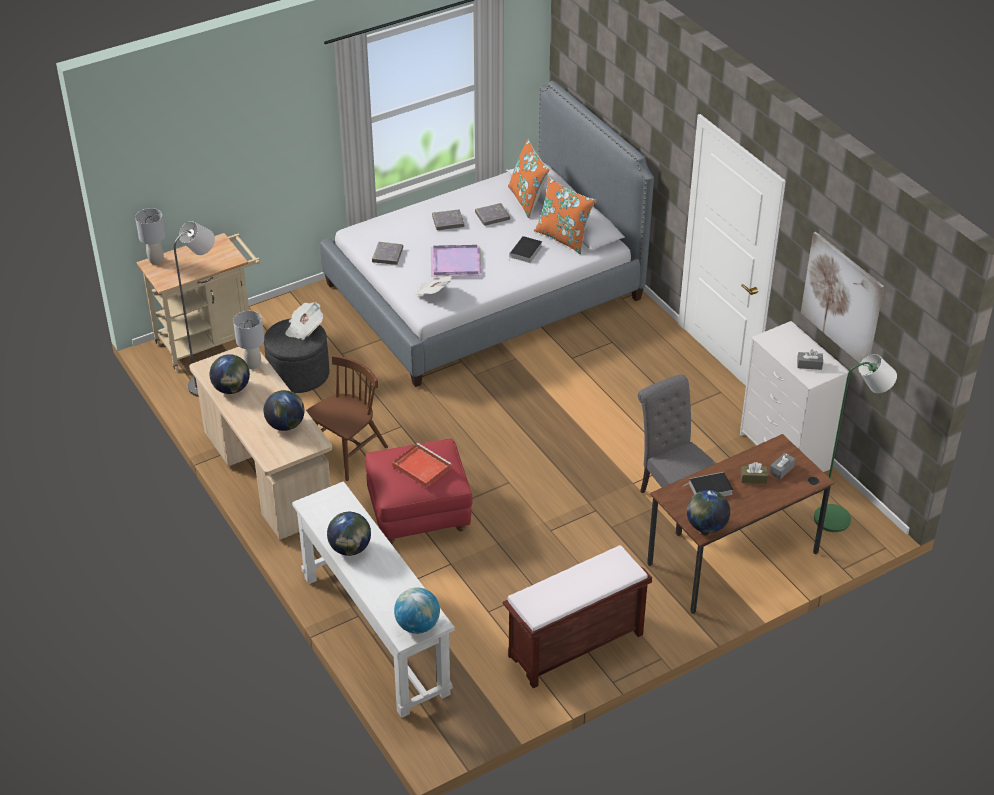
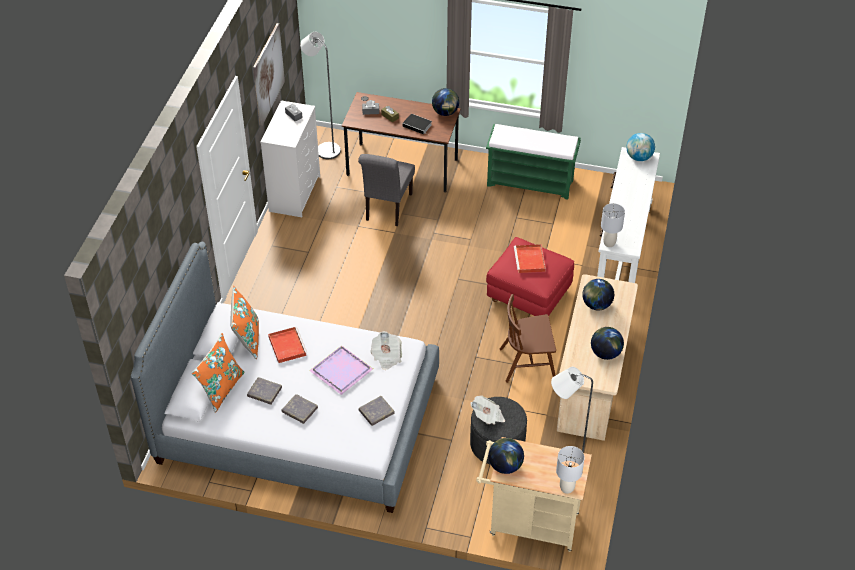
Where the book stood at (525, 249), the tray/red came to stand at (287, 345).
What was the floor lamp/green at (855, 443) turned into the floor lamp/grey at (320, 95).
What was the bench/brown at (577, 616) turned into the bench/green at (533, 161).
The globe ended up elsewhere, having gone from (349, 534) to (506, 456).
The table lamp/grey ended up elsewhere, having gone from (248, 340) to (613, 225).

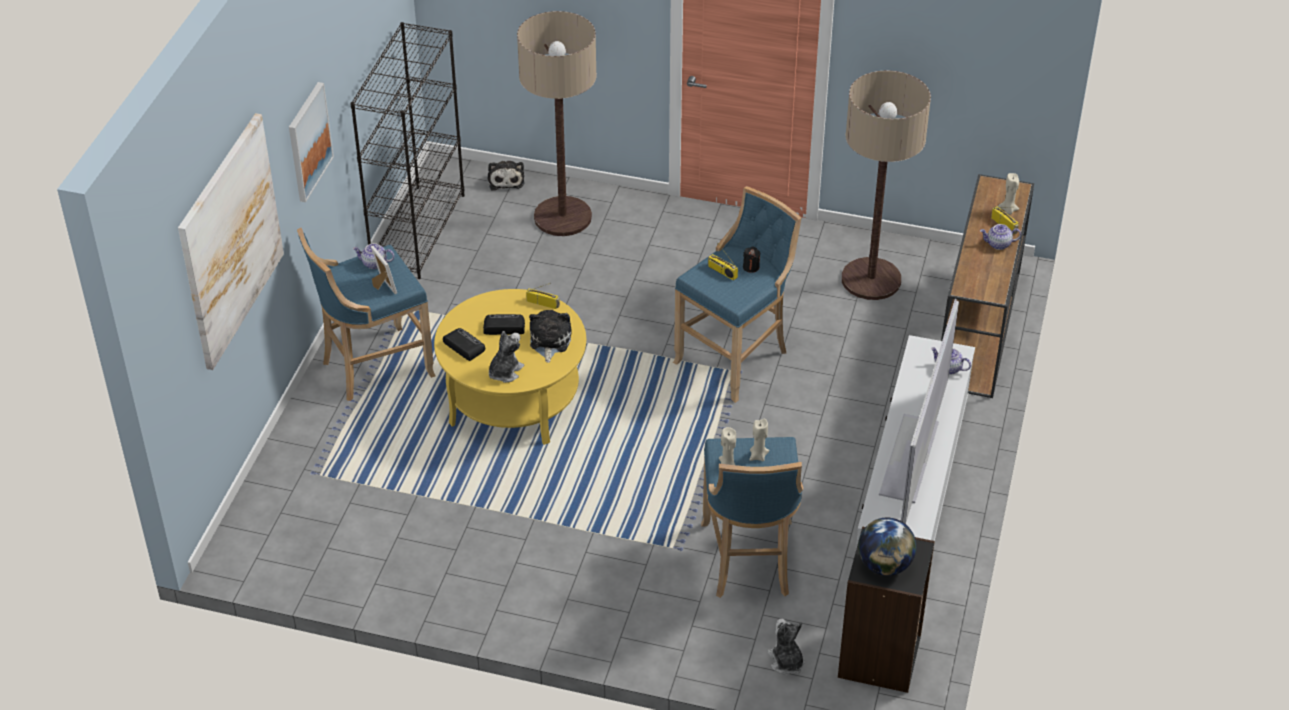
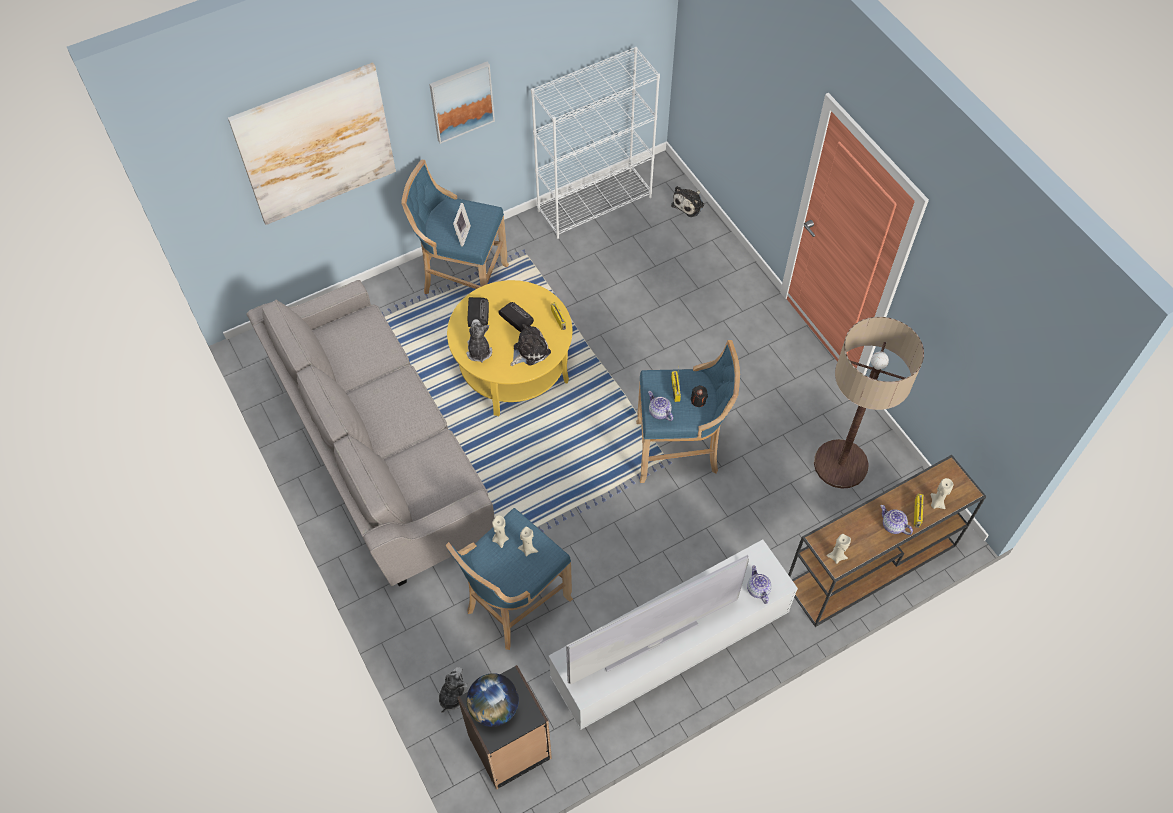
The second view gained the sofa/grey at (370, 433).
The plush toy at (506, 357) ended up facing another way, 90 degrees counterclockwise from before.
What was the bookcase/black at (407, 150) turned into the bookcase/white at (595, 143).
The teapot ended up elsewhere, having gone from (373, 256) to (660, 406).
The second view gained the candle/beige at (839, 549).
The second view lost the floor lamp at (557, 123).

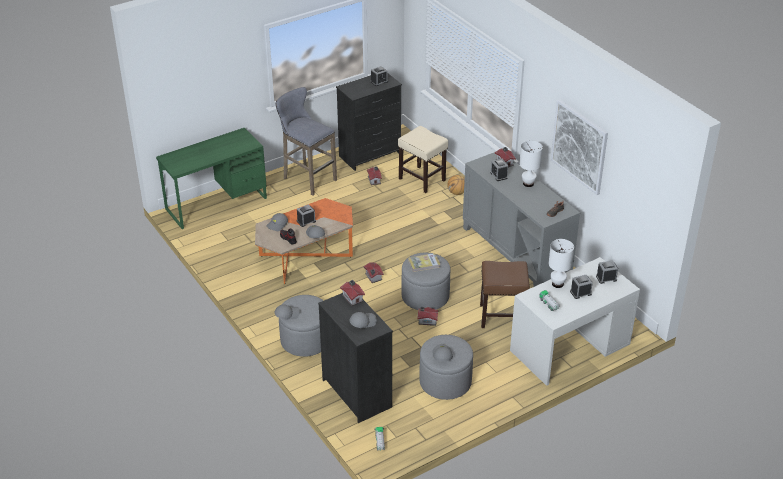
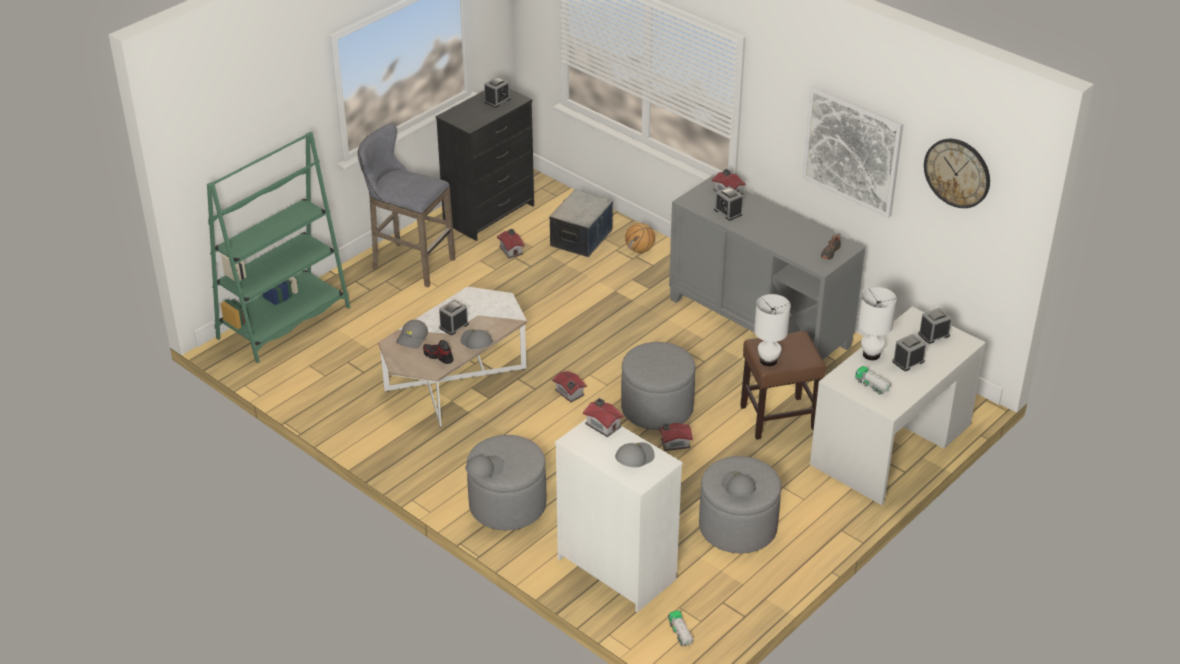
Where the desk/green stood at (211, 178), the bookcase/green came to stand at (278, 247).
What was the coffee table/orange at (304, 241) turned into the coffee table/white at (452, 356).
Where the stool/beige stood at (423, 159), the storage box came to stand at (581, 223).
What was the dresser/black at (355, 358) turned into the dresser/white at (619, 515).
The table lamp/white ended up elsewhere, having gone from (531, 164) to (772, 330).
The second view gained the wall clock at (957, 173).
The second view lost the book at (424, 262).

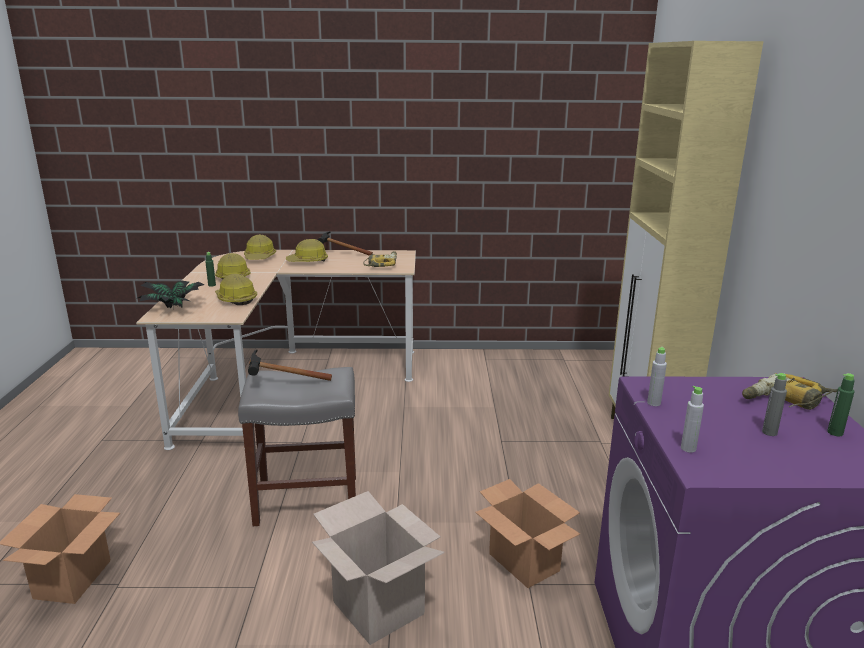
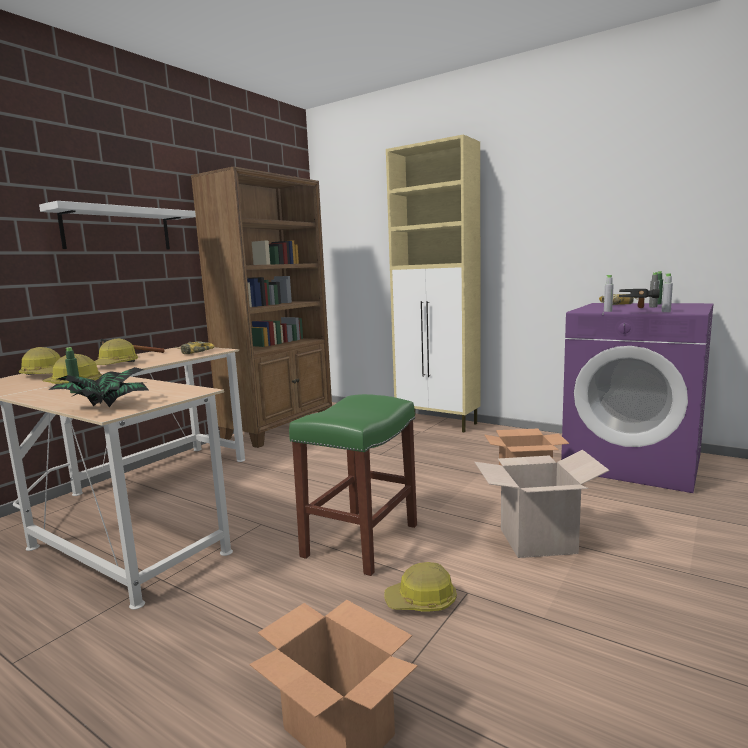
The second view gained the shelf/white at (117, 225).
The second view gained the bookcase/brown at (261, 307).
What was the stool/grey at (297, 446) turned into the stool/green at (353, 485).
The hard hat ended up elsewhere, having gone from (236, 289) to (420, 586).
The hammer ended up elsewhere, having gone from (290, 365) to (639, 298).

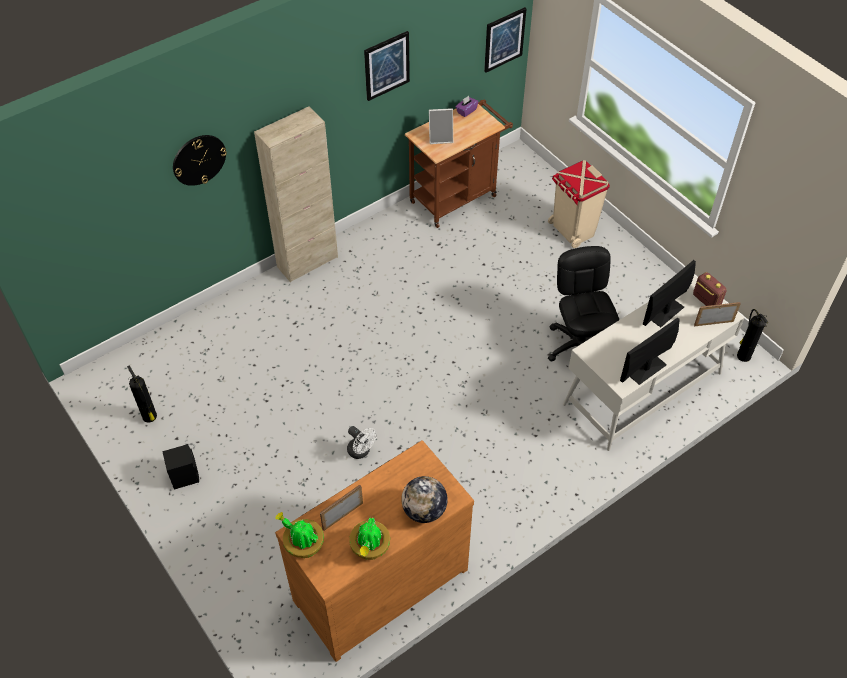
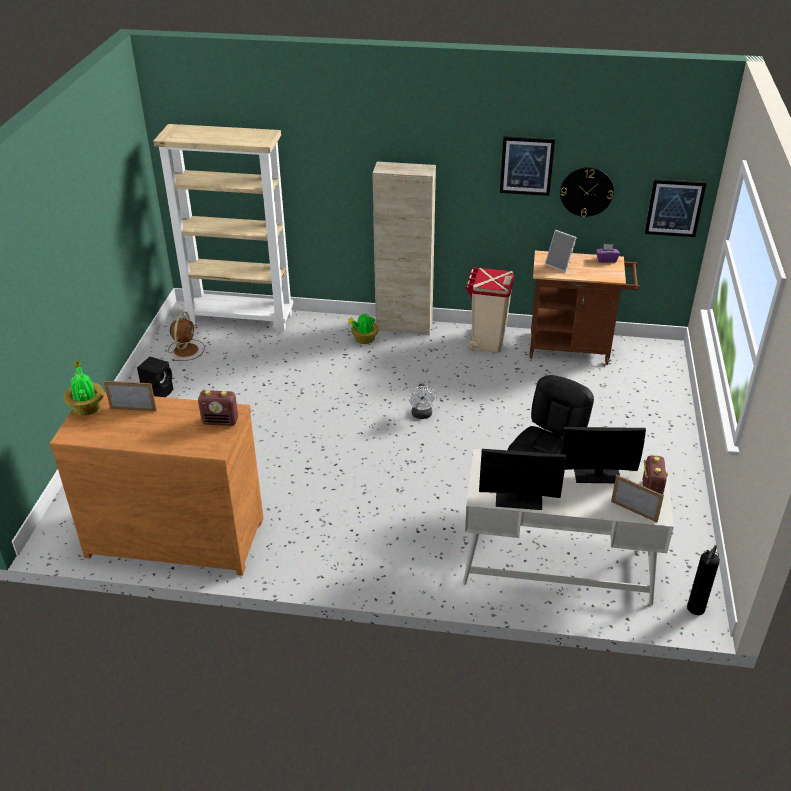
The second view gained the bookcase/beige at (223, 228).
Where the fire extinguisher stood at (142, 394), the fan/brown came to stand at (186, 336).
The second view gained the radio at (218, 408).
The potted plant ended up elsewhere, having gone from (369, 538) to (363, 329).
The fan/white ended up elsewhere, having gone from (362, 442) to (423, 401).
The trash can/beige ended up elsewhere, having gone from (579, 204) to (490, 310).
The wall clock ended up elsewhere, having gone from (200, 160) to (587, 192).
The second view lost the globe at (424, 499).

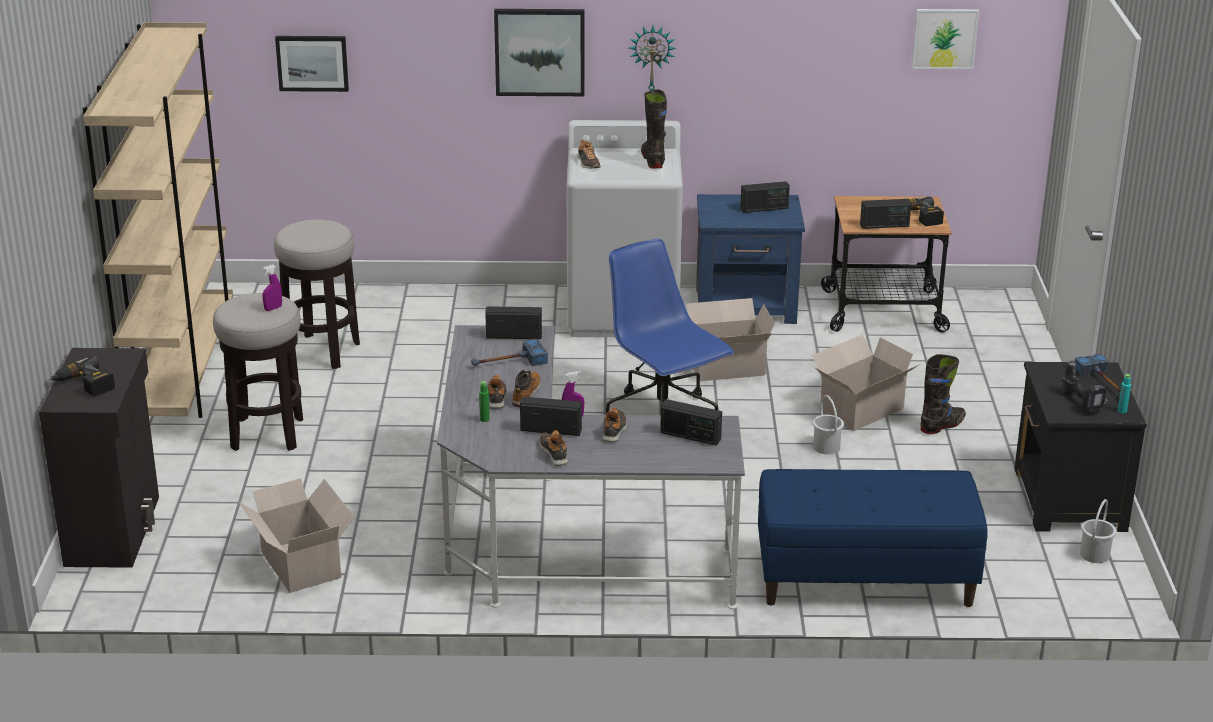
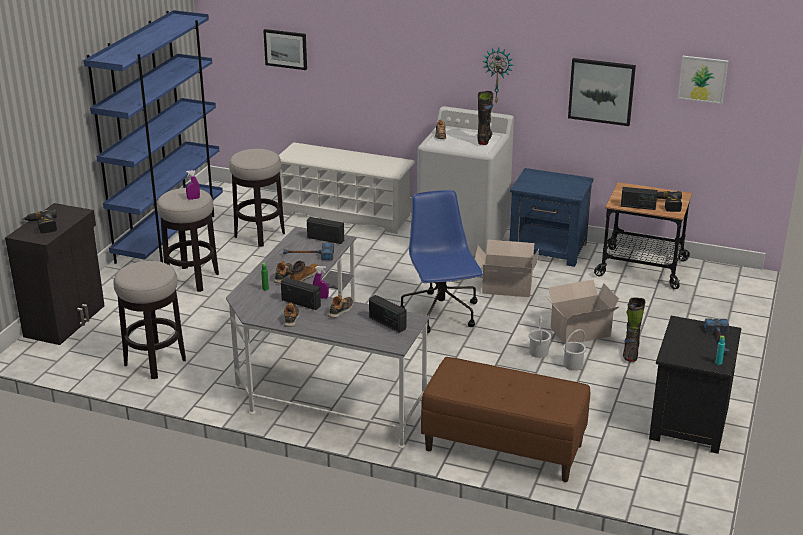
What was the bookcase/beige at (158, 220) turned into the bookcase/blue at (153, 137).
Where the cardboard box stood at (297, 535), the stool came to stand at (149, 320).
The second view gained the shoe rack/white at (347, 188).
What was the bench/blue at (873, 538) turned into the bench/brown at (505, 419).
The bucket/white ended up elsewhere, having gone from (1098, 531) to (574, 350).
The picture ended up elsewhere, having gone from (539, 52) to (602, 92).
The boot/black at (943, 394) ended up facing another way, 120 degrees clockwise from before.
The second view lost the radio at (765, 197).
The second view lost the power drill at (1084, 386).

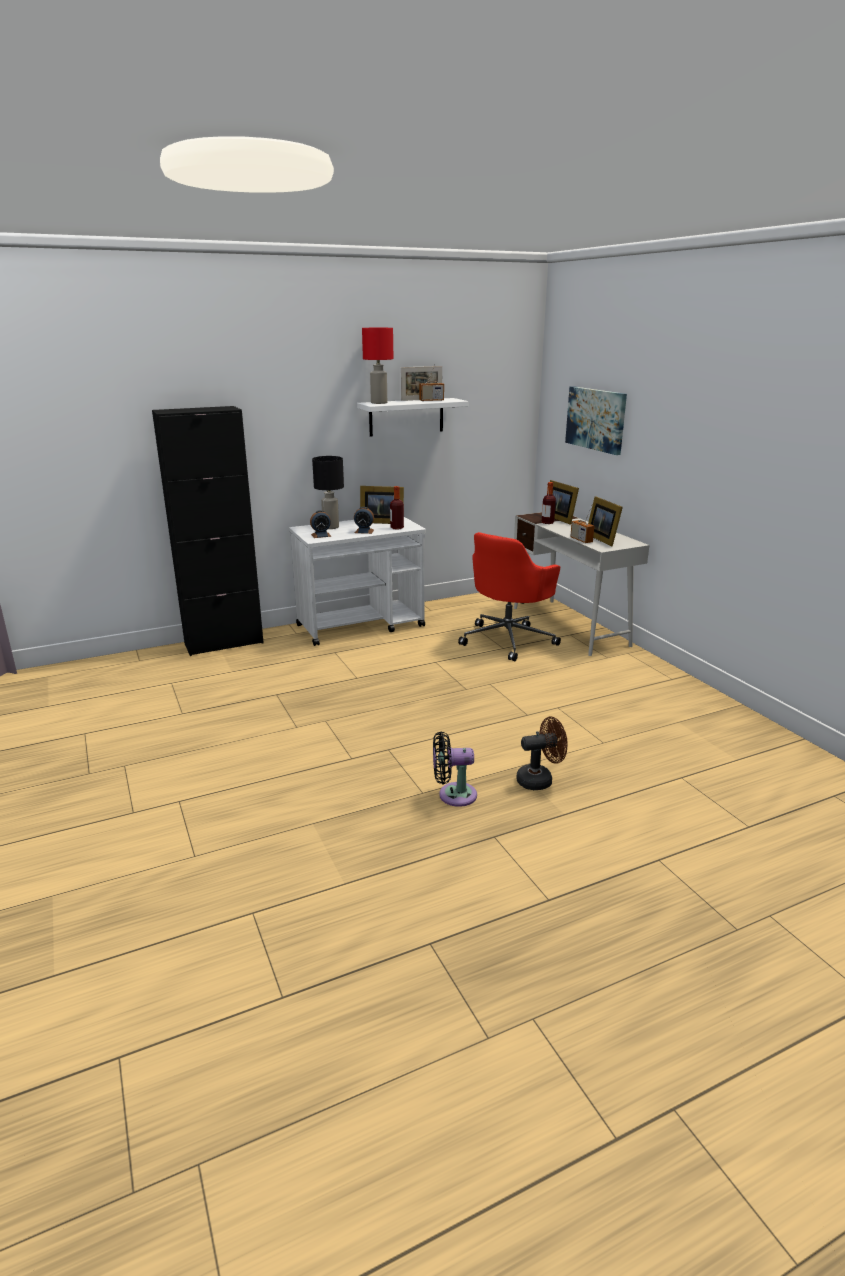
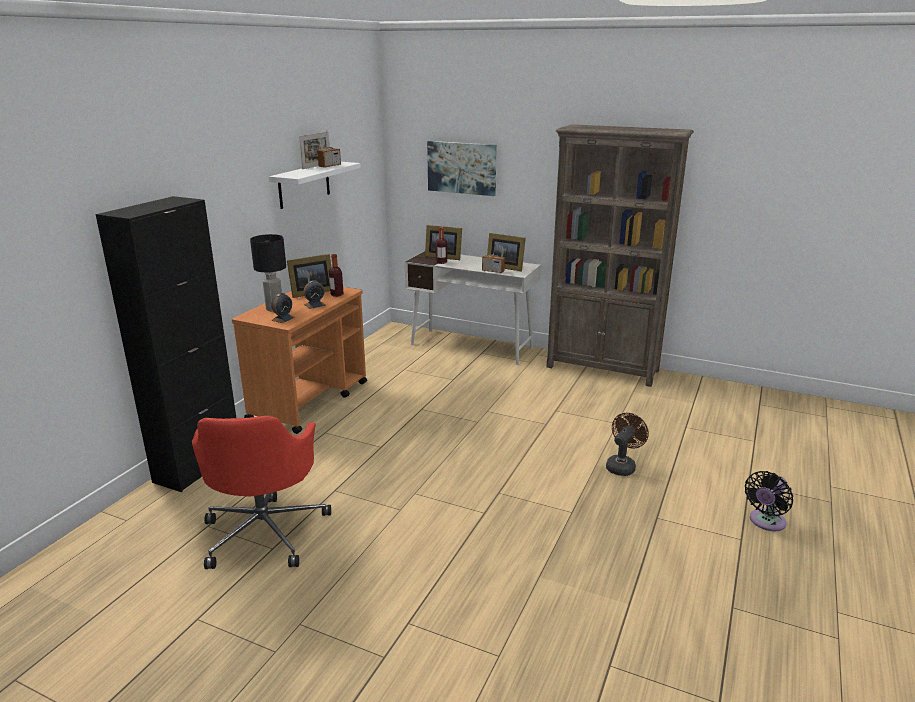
The office chair/red ended up elsewhere, having gone from (509, 596) to (261, 492).
What was the cart/white at (357, 581) turned into the cart/orange at (299, 360).
The second view gained the bookcase/brown at (620, 255).
The fan/black ended up elsewhere, having gone from (455, 769) to (769, 501).
The second view lost the table lamp/red at (377, 366).

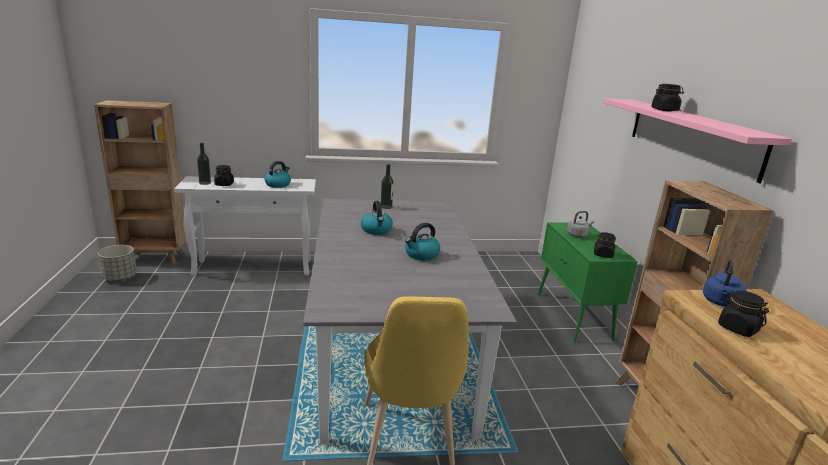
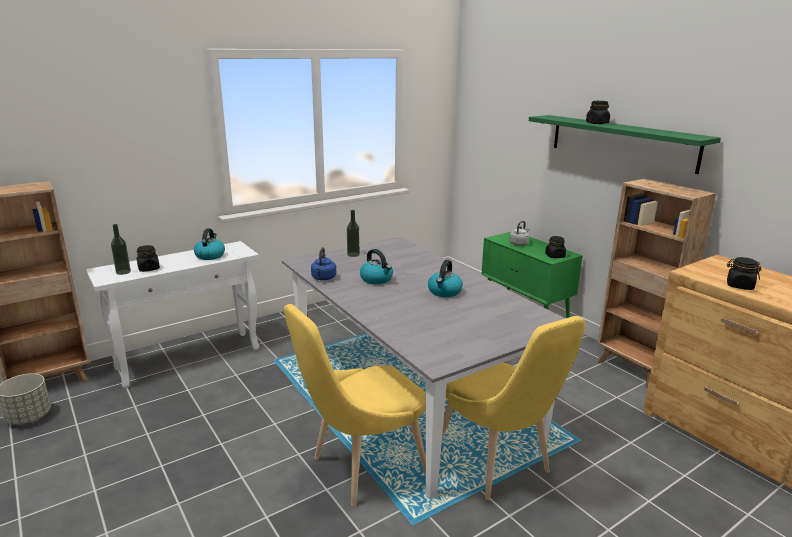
The second view gained the chair/yellow at (355, 405).
The kettle/blue ended up elsewhere, having gone from (724, 283) to (323, 263).
What was the shelf/pink at (697, 140) turned into the shelf/green at (625, 144).

